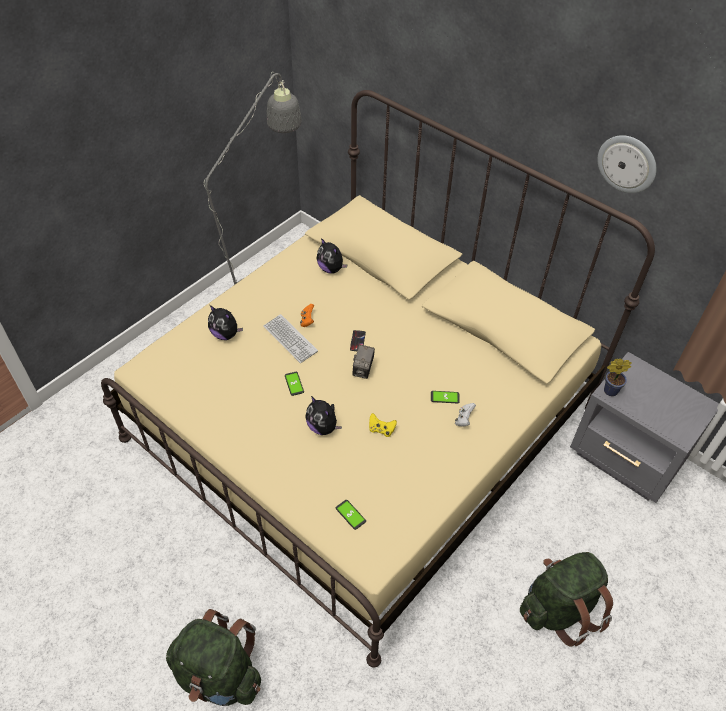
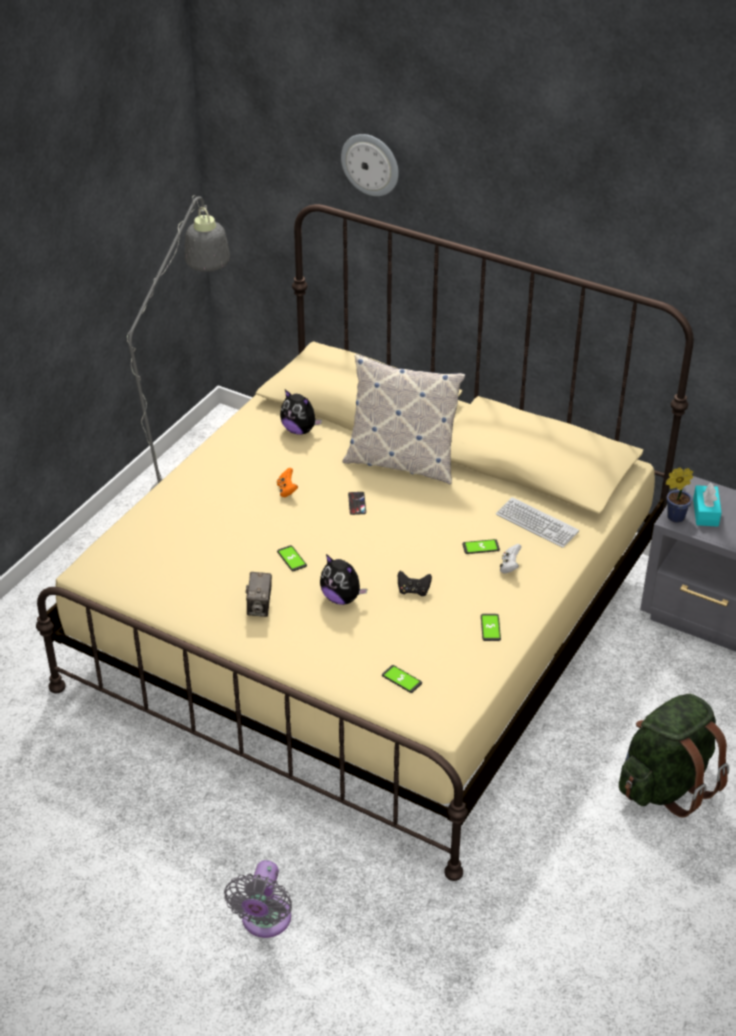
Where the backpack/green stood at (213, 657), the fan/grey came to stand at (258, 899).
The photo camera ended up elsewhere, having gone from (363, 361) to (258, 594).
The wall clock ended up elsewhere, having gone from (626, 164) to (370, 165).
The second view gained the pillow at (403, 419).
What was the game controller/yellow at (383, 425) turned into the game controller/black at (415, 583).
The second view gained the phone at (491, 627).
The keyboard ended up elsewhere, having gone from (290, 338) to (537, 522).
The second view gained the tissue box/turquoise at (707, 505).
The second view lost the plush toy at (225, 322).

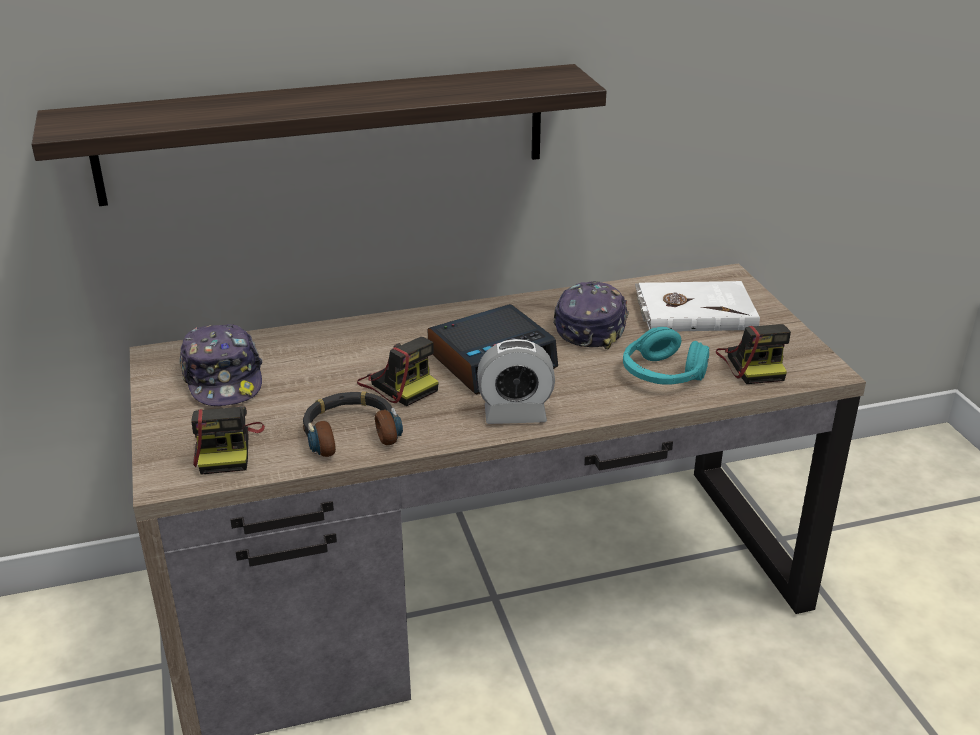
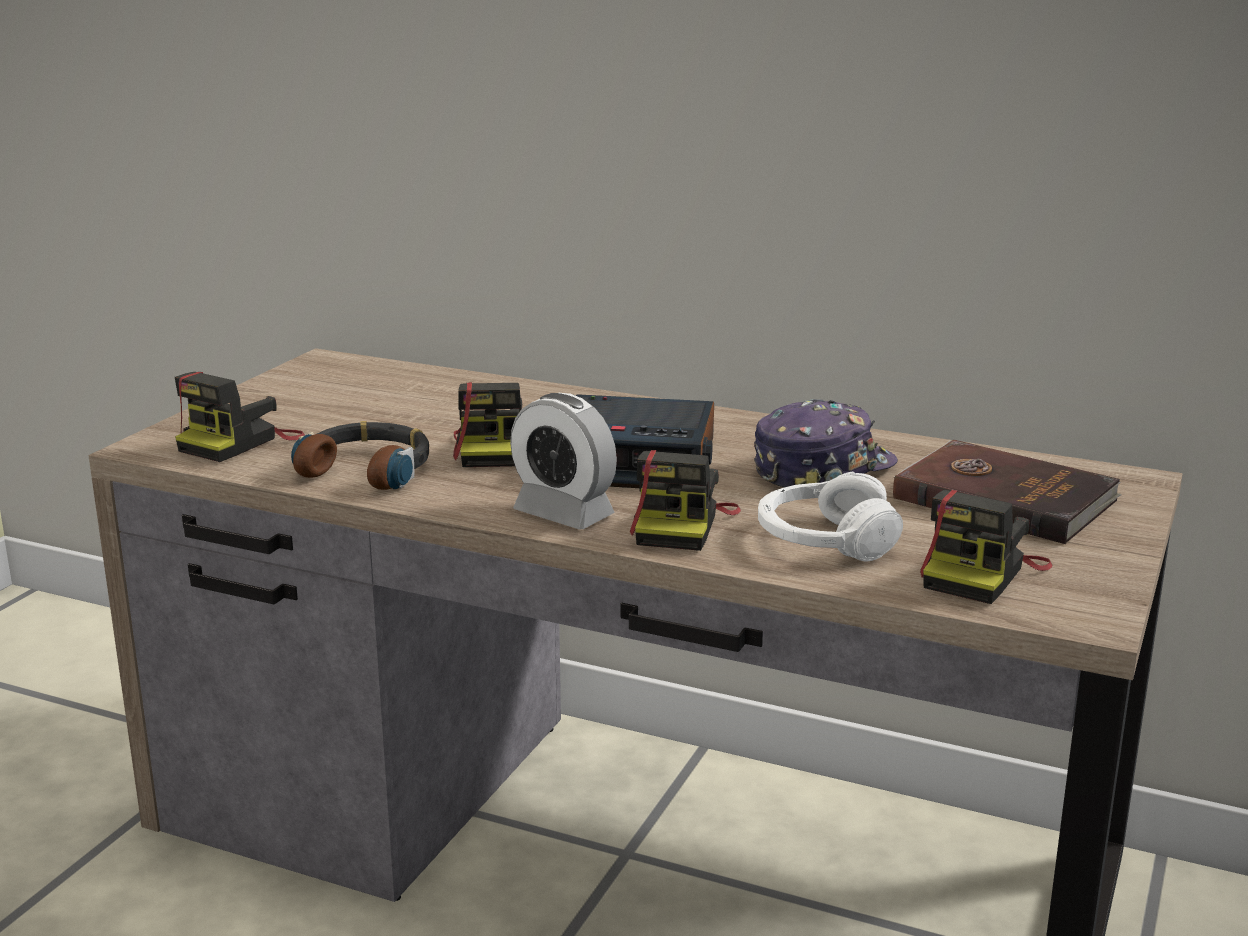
The second view gained the photo camera at (685, 500).
What was the headphones/turquoise at (666, 356) turned into the headphones/white at (830, 517).
What was the book/white at (697, 306) turned into the book/brown at (1007, 492).
The second view lost the shelf at (318, 135).
The second view lost the cap at (221, 365).

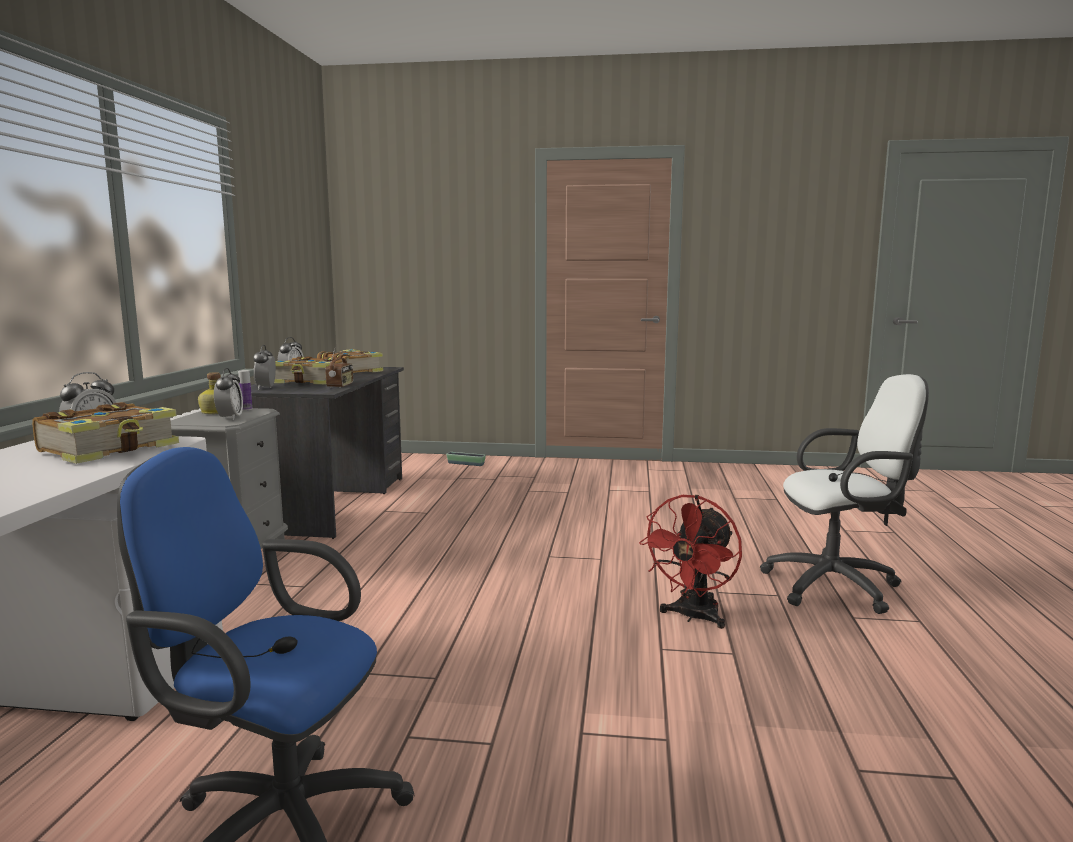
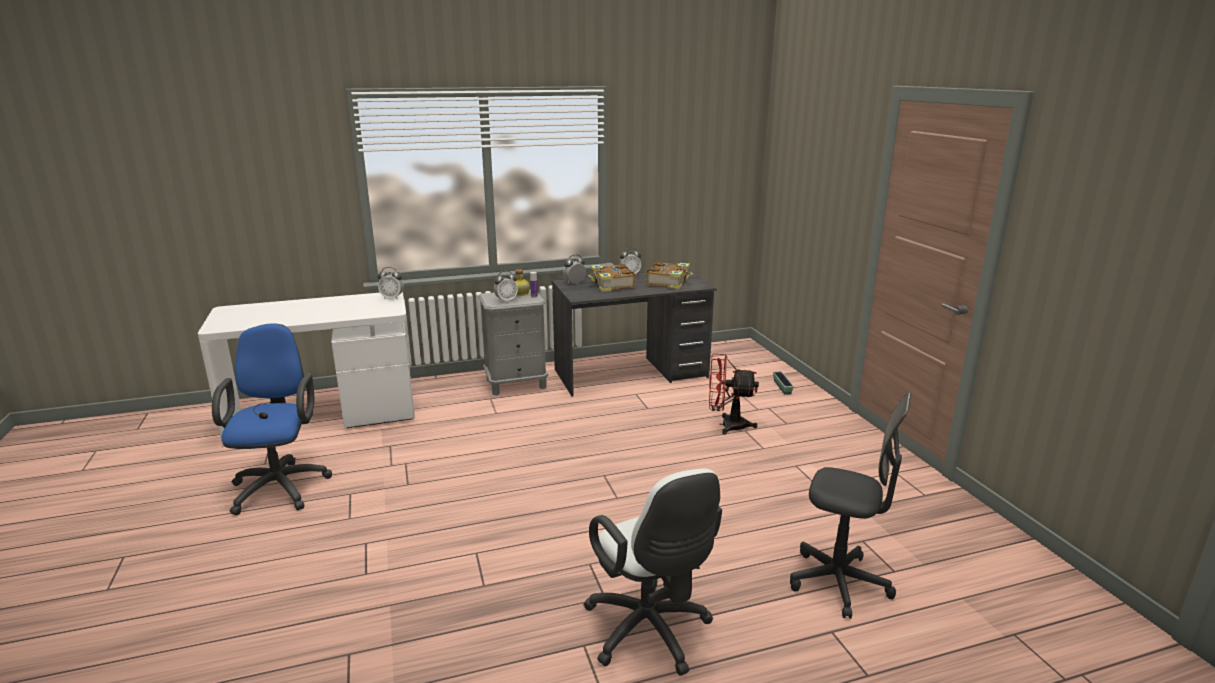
The fan/red ended up elsewhere, having gone from (690, 562) to (734, 394).
The second view gained the office chair/grey at (850, 505).
The second view lost the book at (105, 433).
The second view lost the radio at (339, 368).

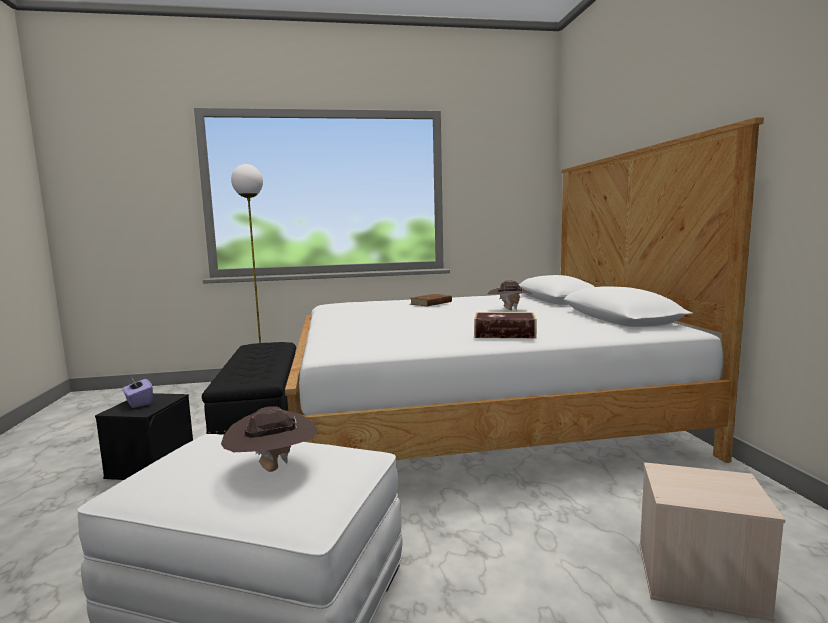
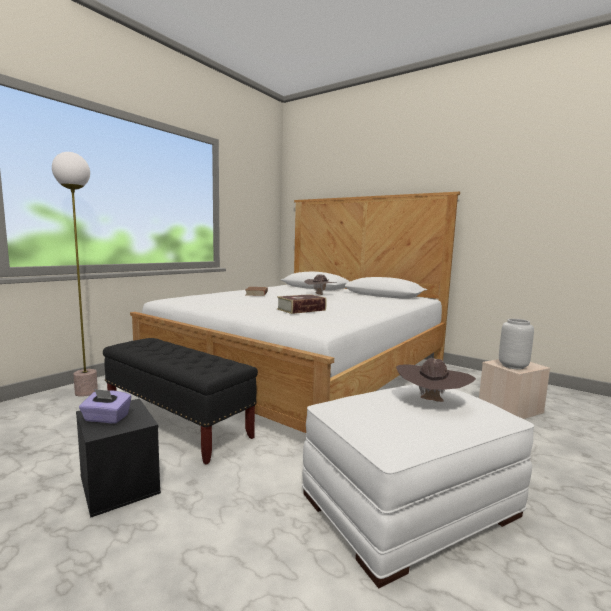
The book ended up elsewhere, having gone from (505, 325) to (302, 304).
The second view gained the vase/grey at (516, 344).

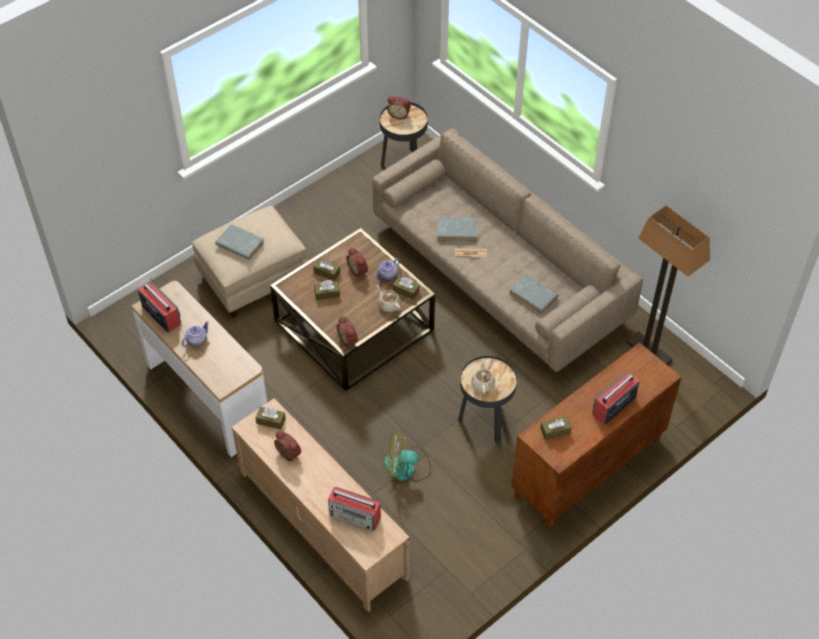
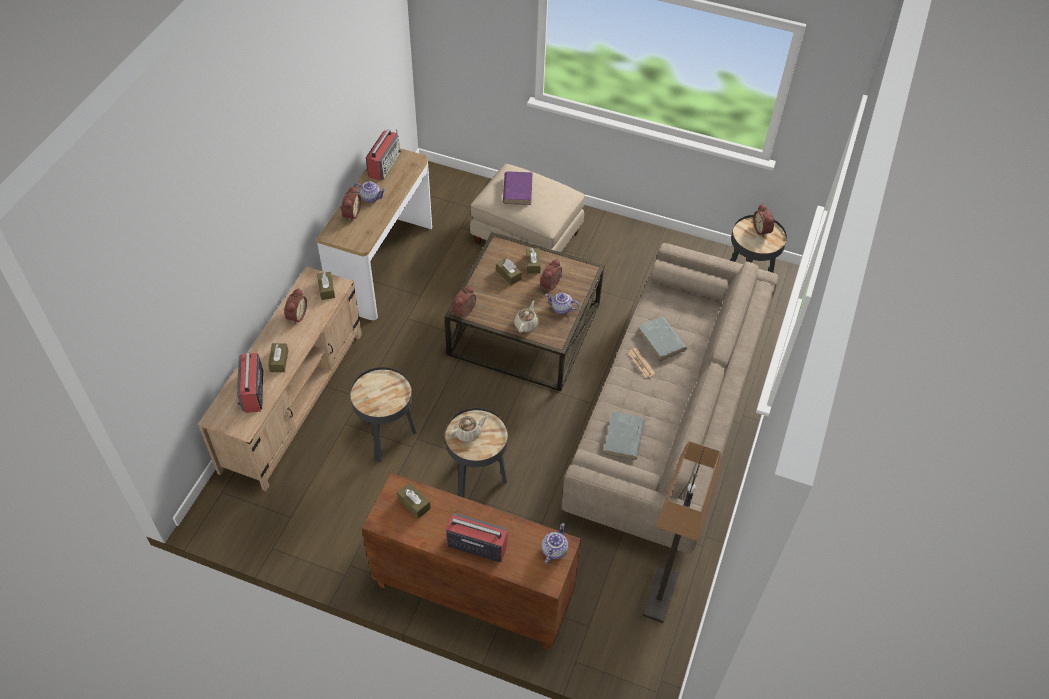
The tissue box/brown ended up elsewhere, having gone from (406, 288) to (278, 357).
The second view gained the alarm clock at (350, 204).
Where the fan stood at (407, 457), the side table/black came to stand at (383, 414).
What was the book/grey at (239, 242) turned into the book/purple at (518, 188).
The second view gained the teapot at (555, 543).

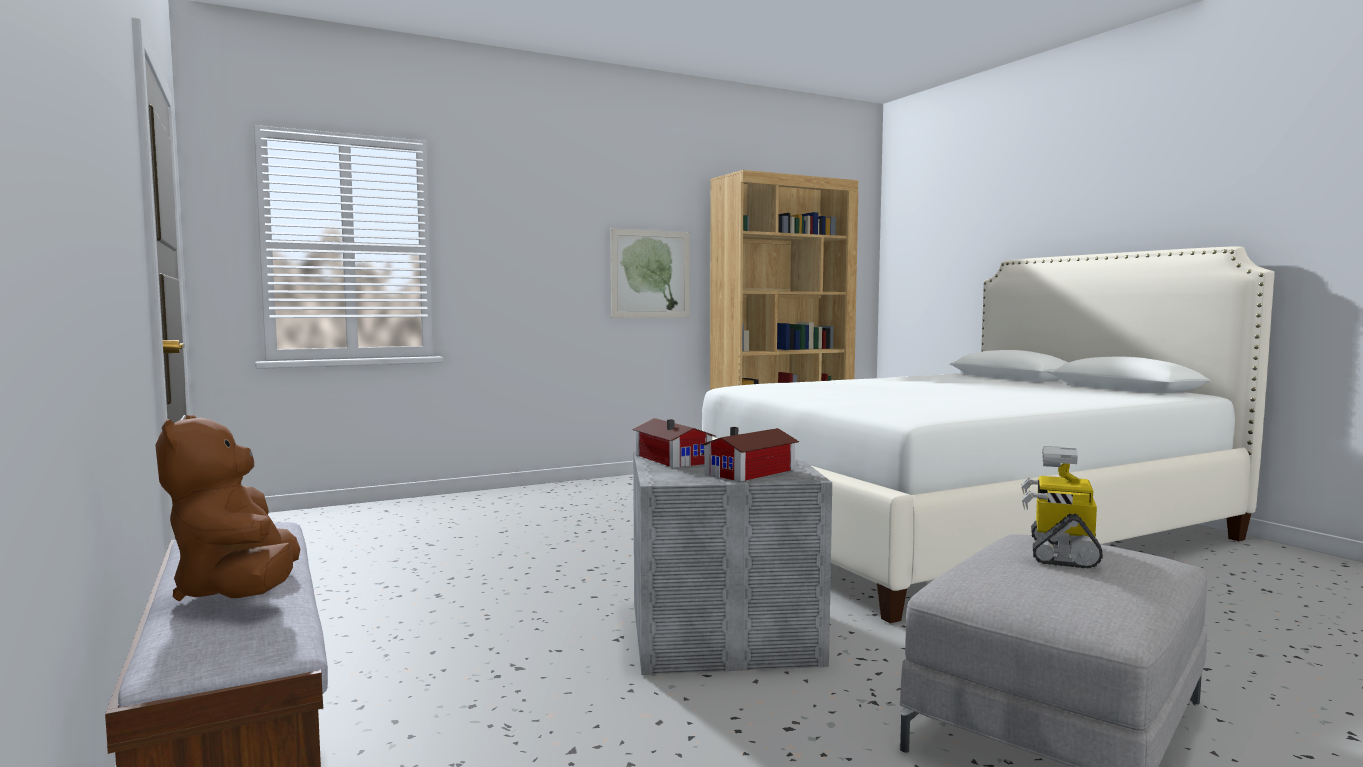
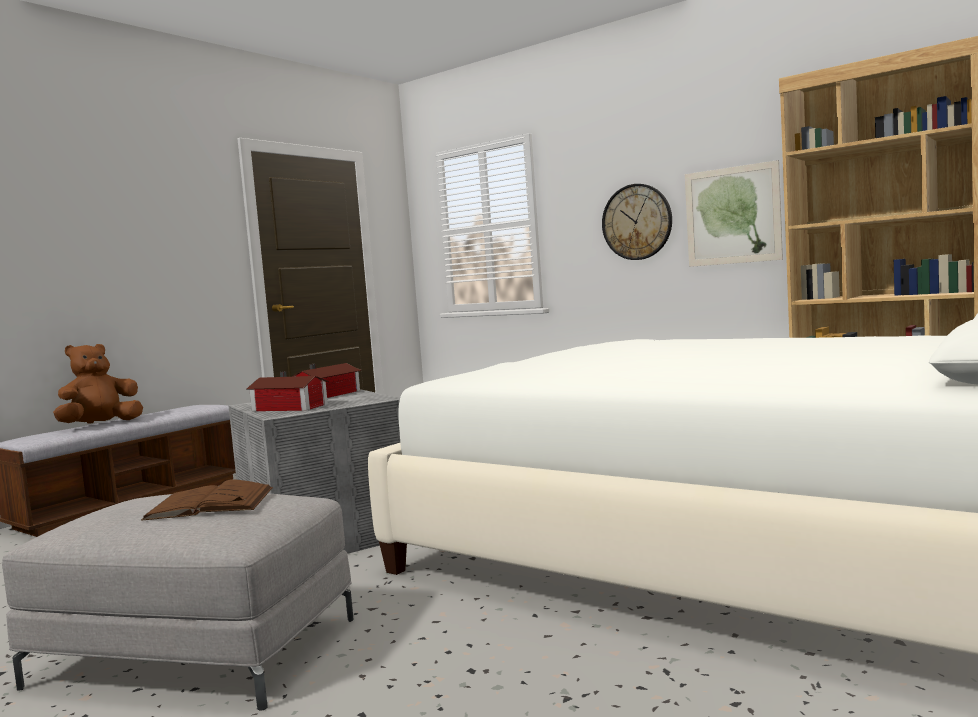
Where the toy robot stood at (1062, 507), the book/brown came to stand at (207, 500).
The second view gained the wall clock at (637, 222).

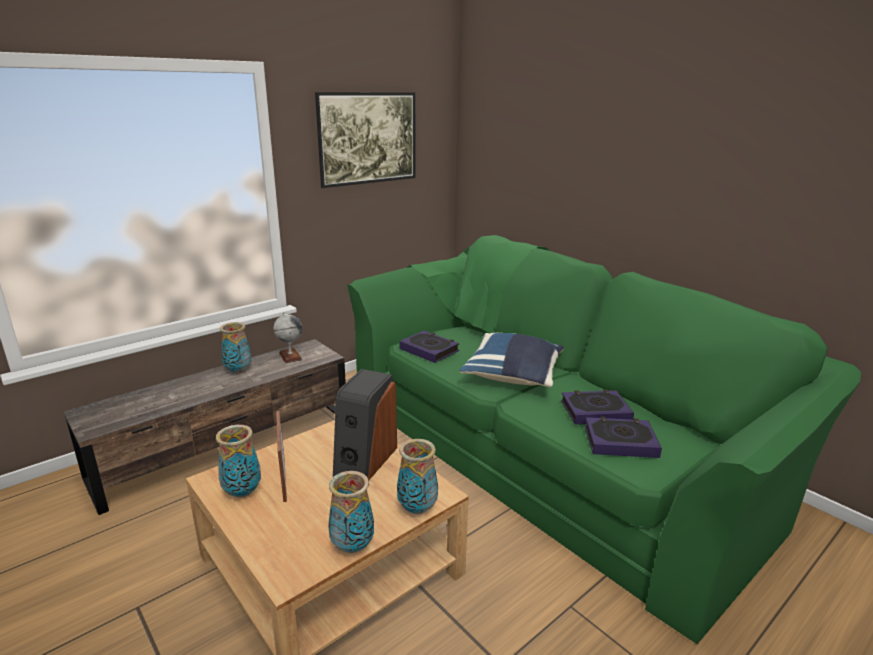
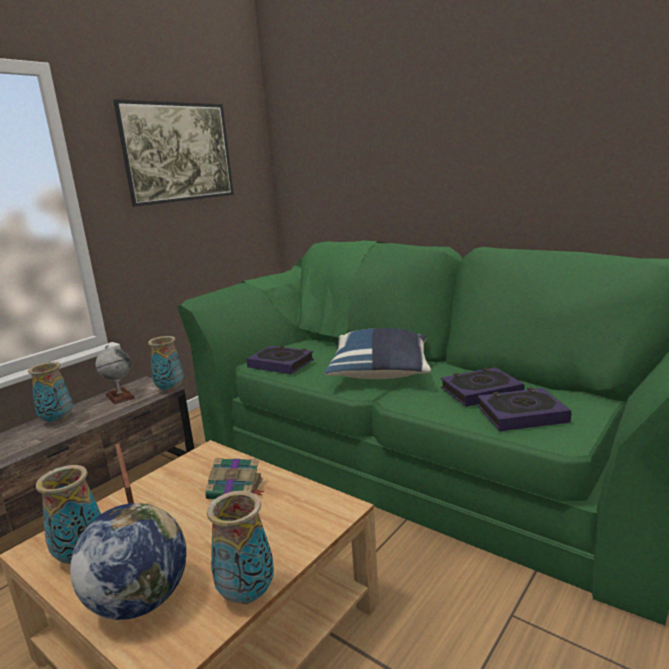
The second view gained the globe at (128, 561).
The vase ended up elsewhere, having gone from (417, 476) to (166, 364).
Where the speaker stood at (365, 424), the book came to stand at (234, 478).

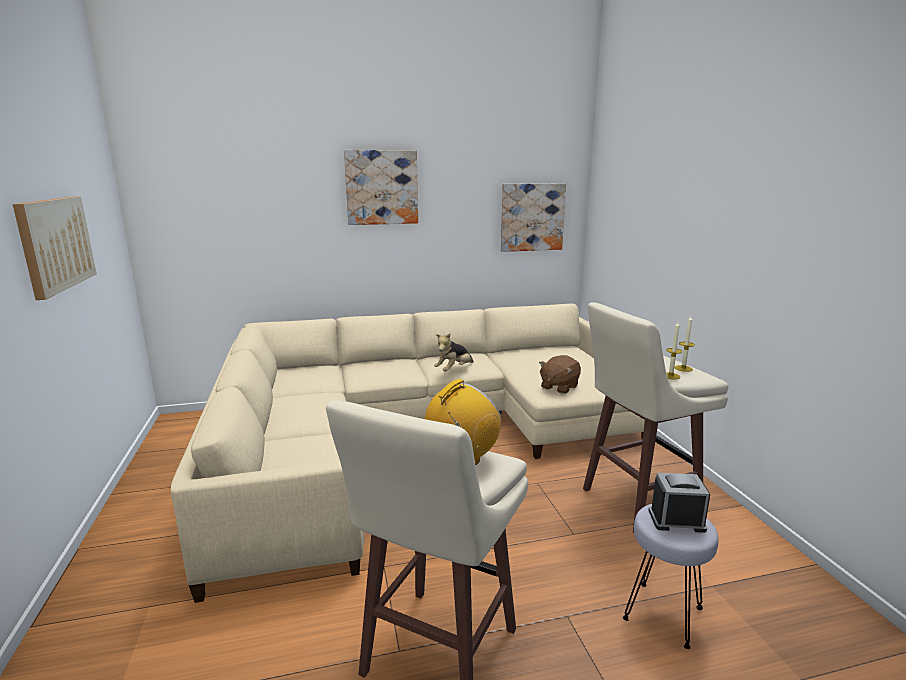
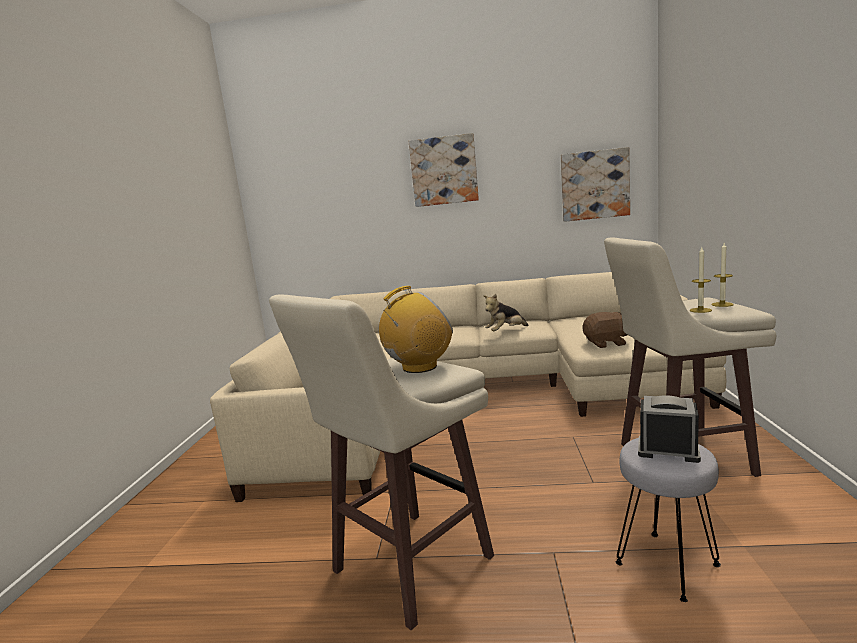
The plush toy/brown at (560, 374) ended up facing another way, 150 degrees counterclockwise from before.
The second view lost the picture at (54, 248).

